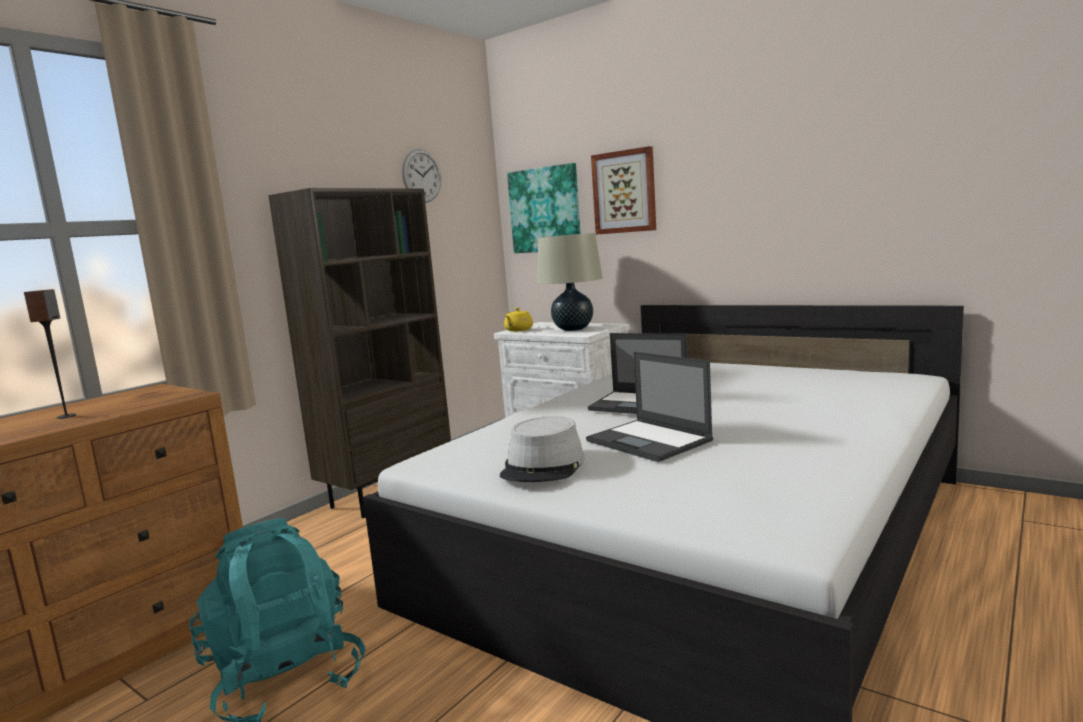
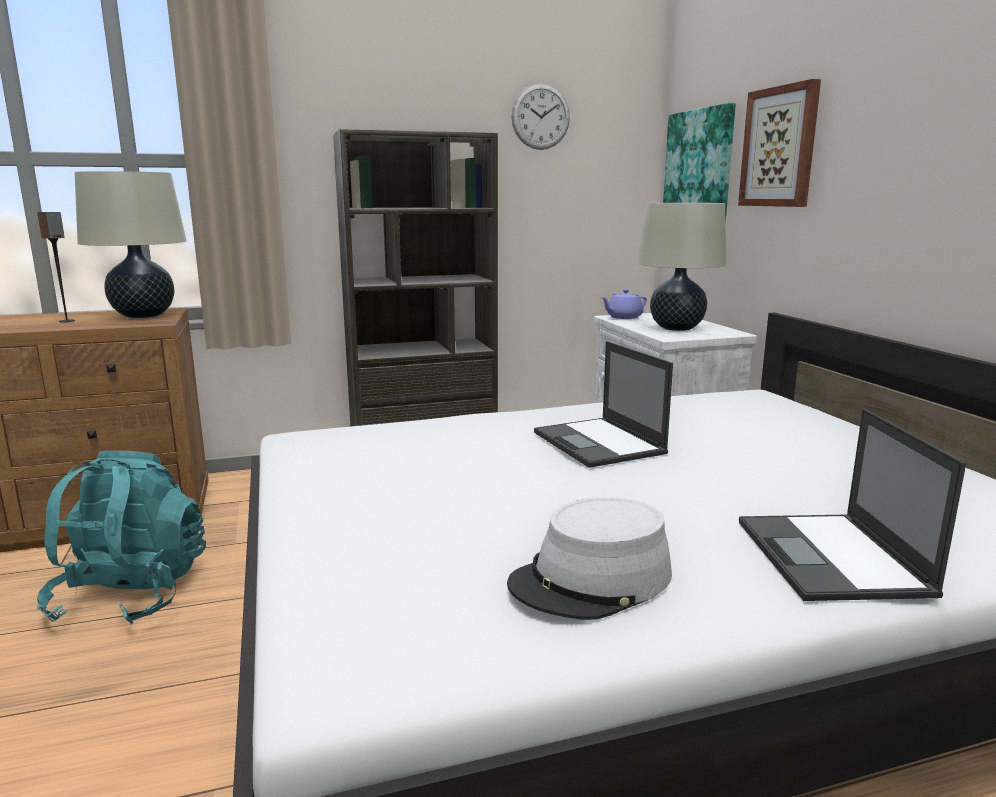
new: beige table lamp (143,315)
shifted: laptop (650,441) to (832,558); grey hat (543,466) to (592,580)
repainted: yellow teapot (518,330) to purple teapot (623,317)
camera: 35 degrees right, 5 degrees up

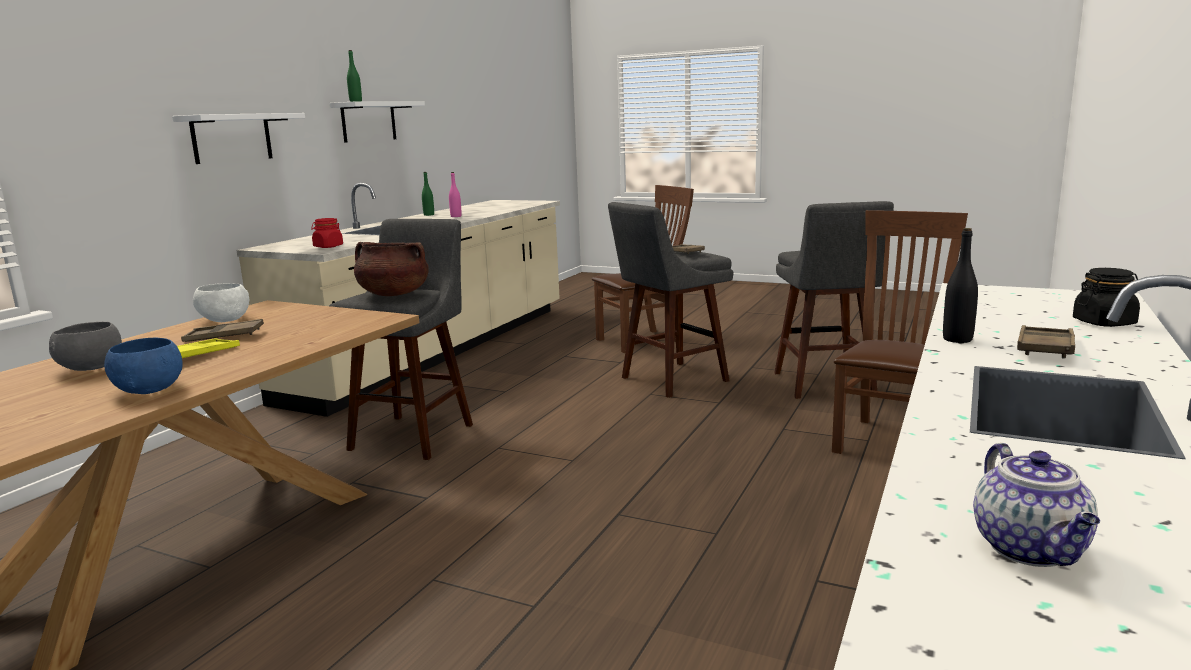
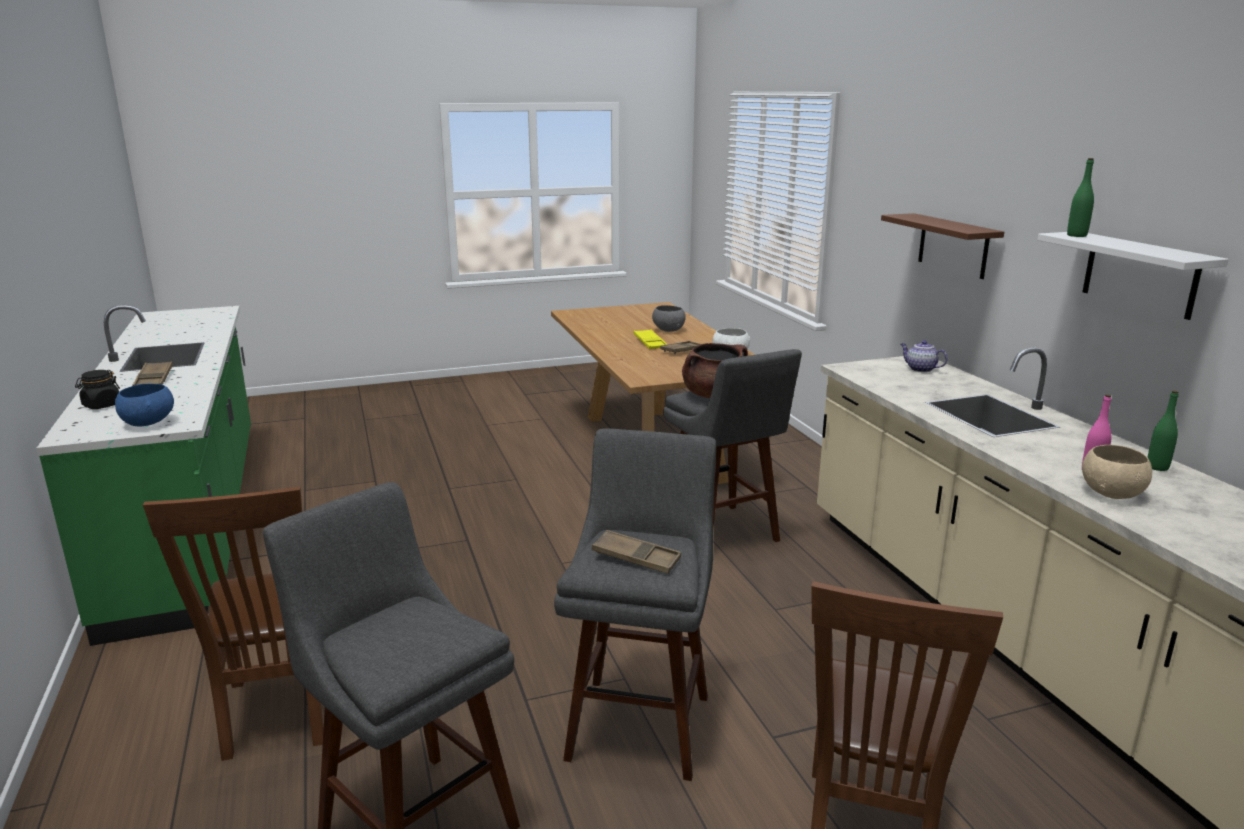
gone: red jar (328,246); black bottle (957,339)
new: beige bowl (1111,493)
shifted: blue bowl (149,390) to (149,423); teapot (1032,550) to (920,369)
repainted: white shelf (232,138) to brown shelf (953,246)
camera: 135 degrees right, 5 degrees up

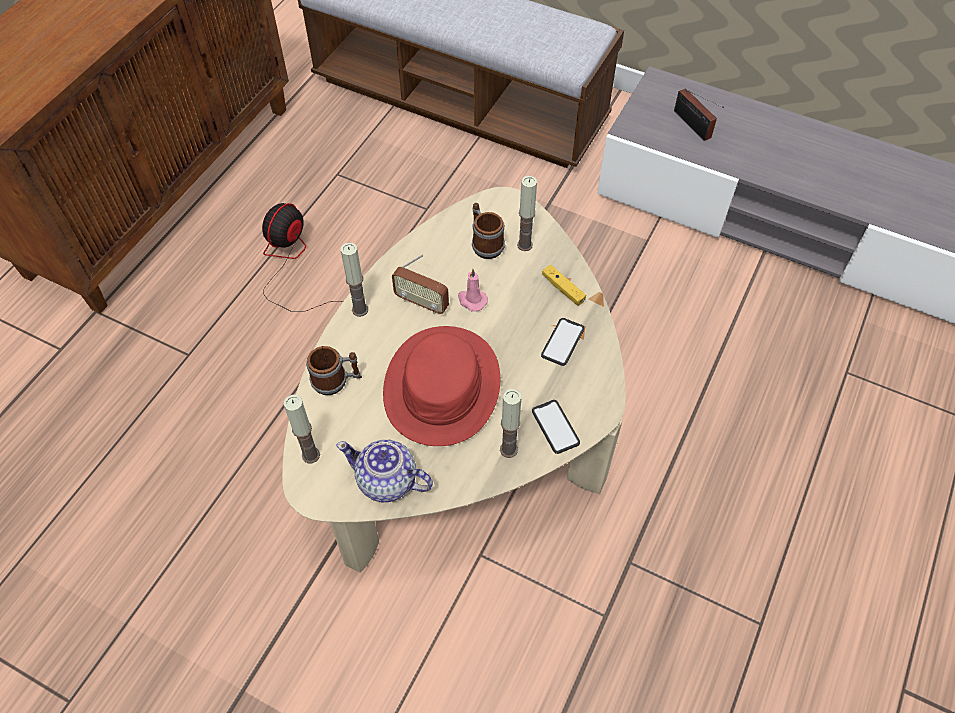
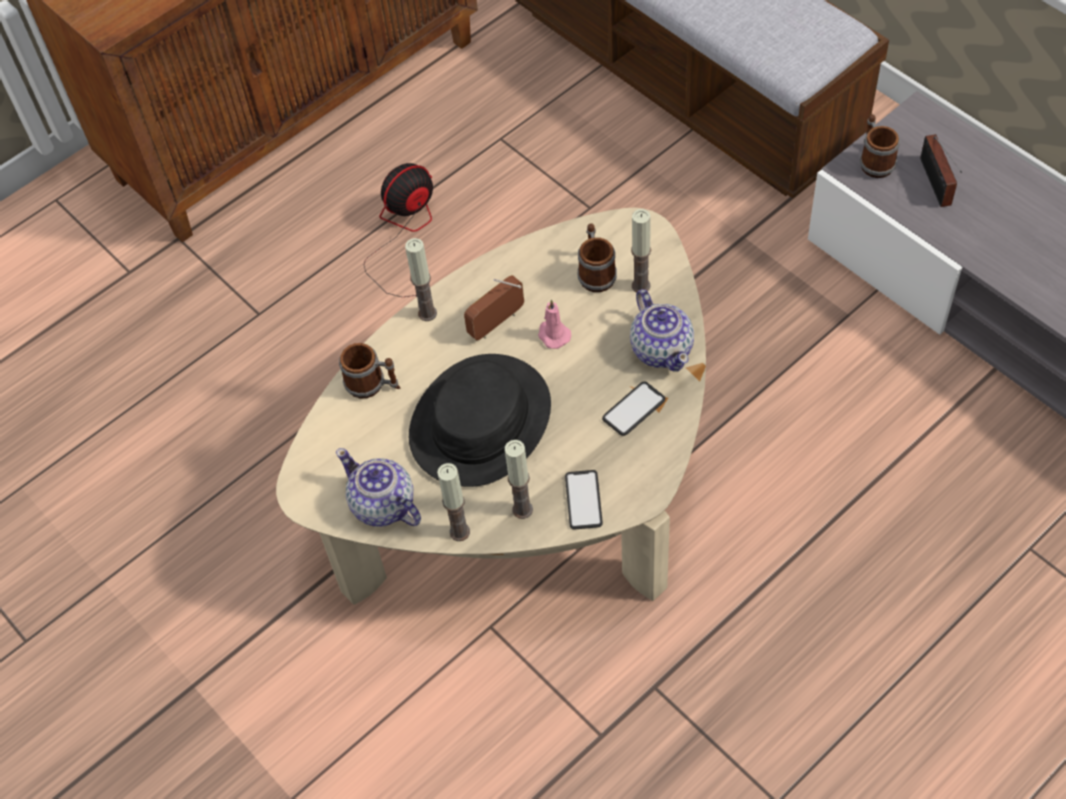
new: mug (874,161)
shifted: candle (310,455) to (459,532)
swapped: yellow game controller (563,289) to teapot (662,348)
repainted: red hat (442,386) to black hat (481,422)
rotated: radio (422,303) = (497,323) 90 degrees clockwise
camera: 25 degrees right, 0 degrees up

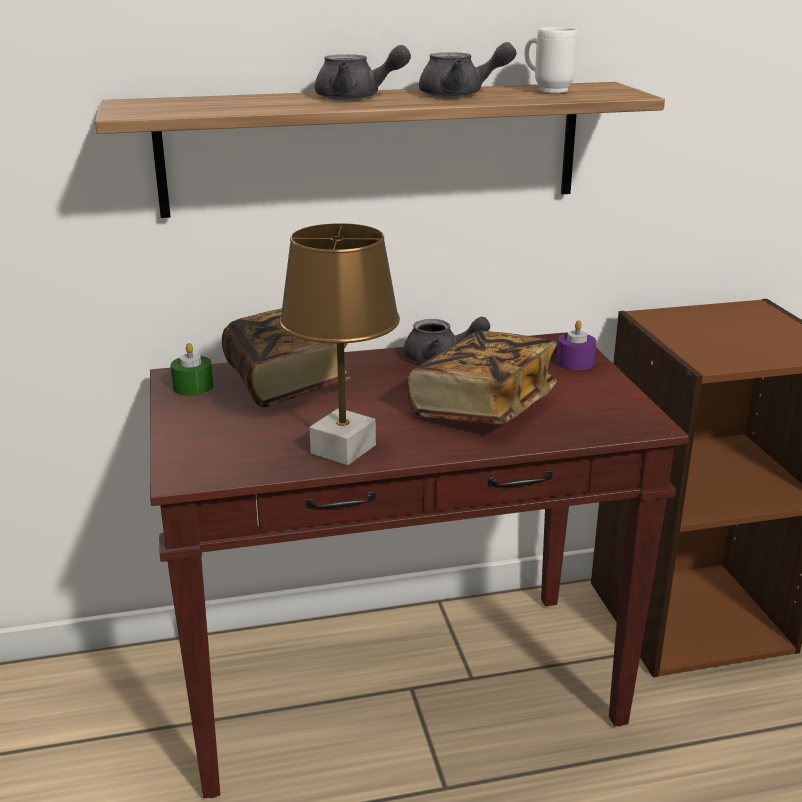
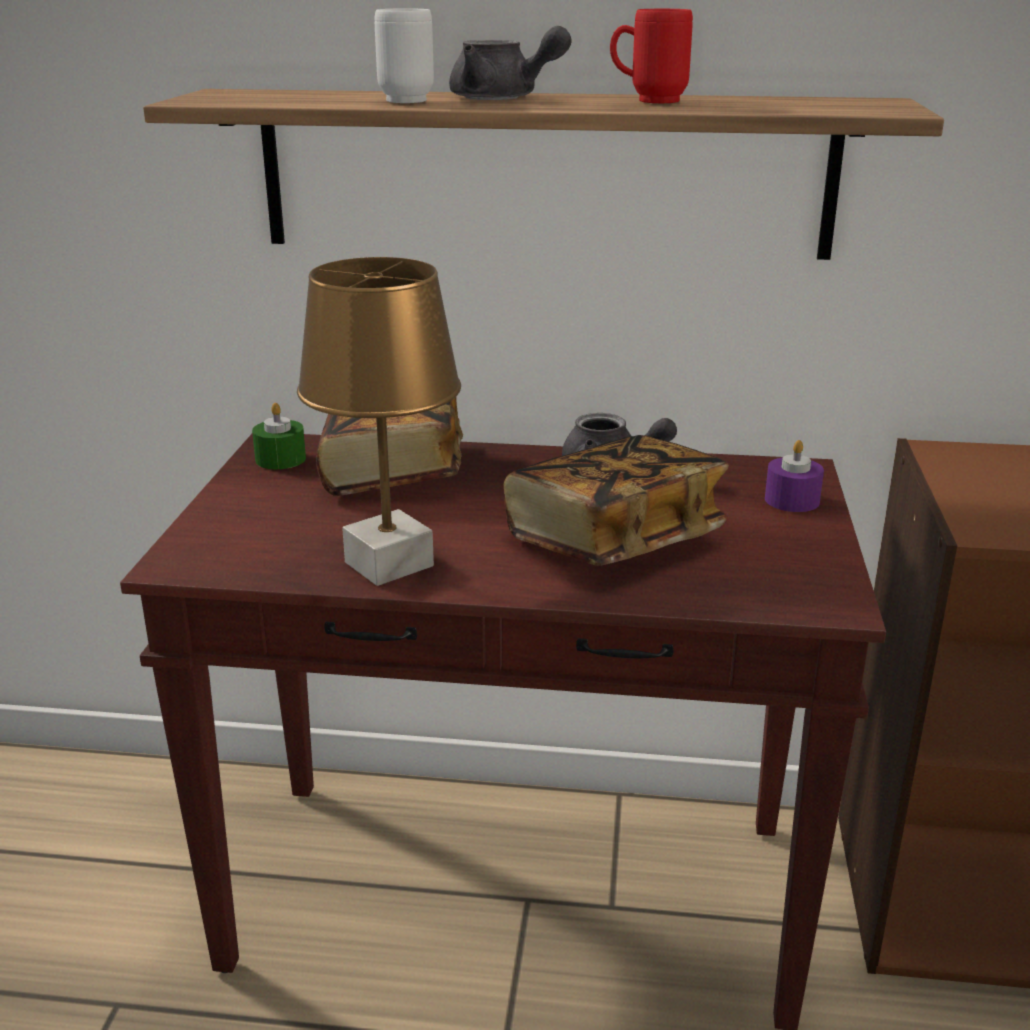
shifted: white mug (546,90) to (401,100)
swapped: grey teapot (460,95) to red mug (647,101)
camera: 20 degrees right, 0 degrees up

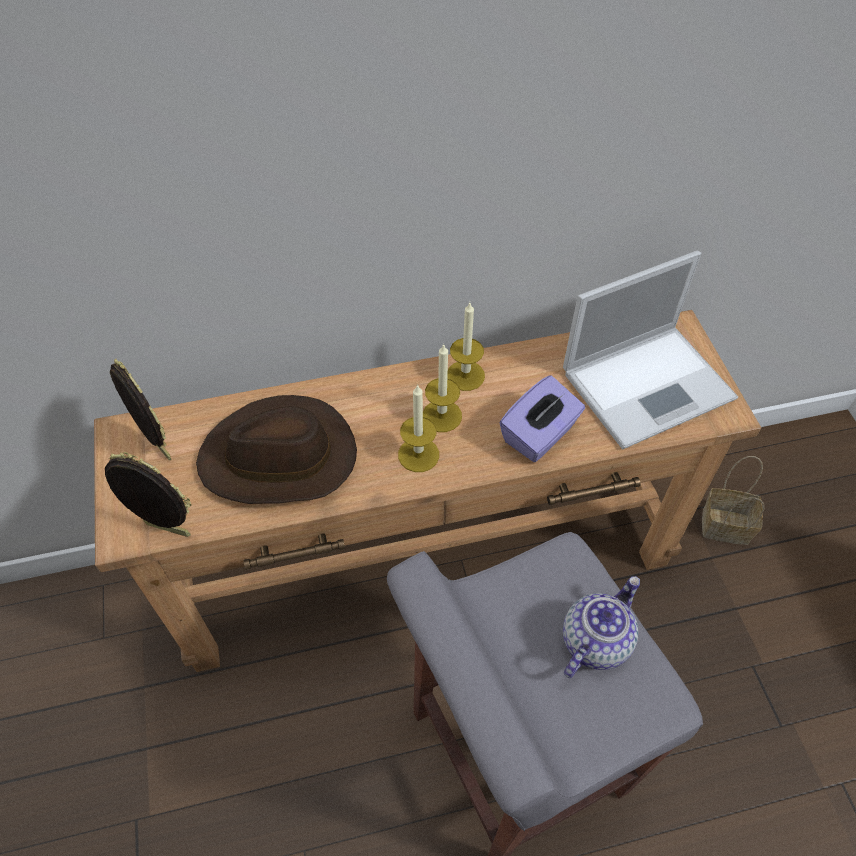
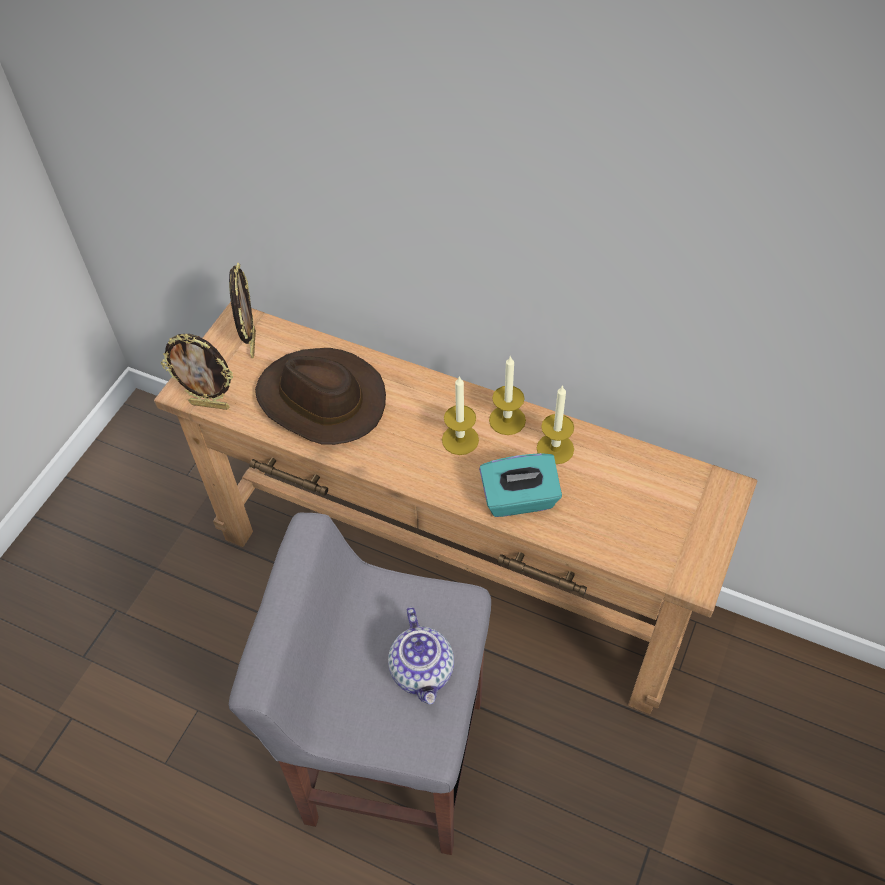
gone: laptop (650,384); basket (727,525)
shifted: candle (418,454) to (555,448)
repainted: purple tissue box (539,435) to turquoise tissue box (519,499)
rotated: picture frame (166,531) = (210,405) 135 degrees clockwise; teapot (594,640) = (423,671) 90 degrees clockwise
camera: 40 degrees right, 0 degrees up

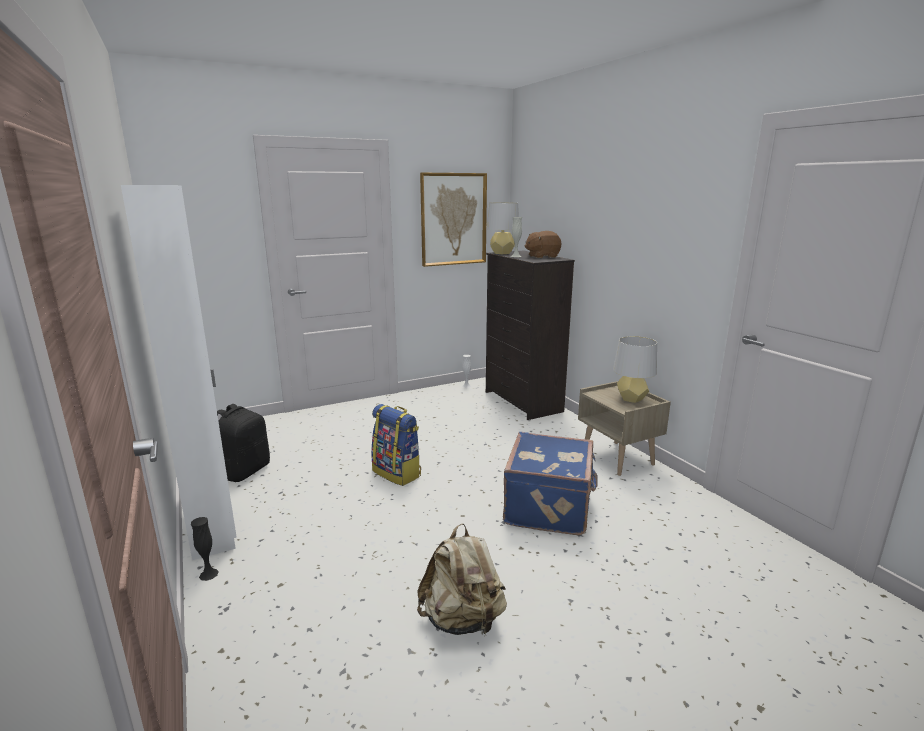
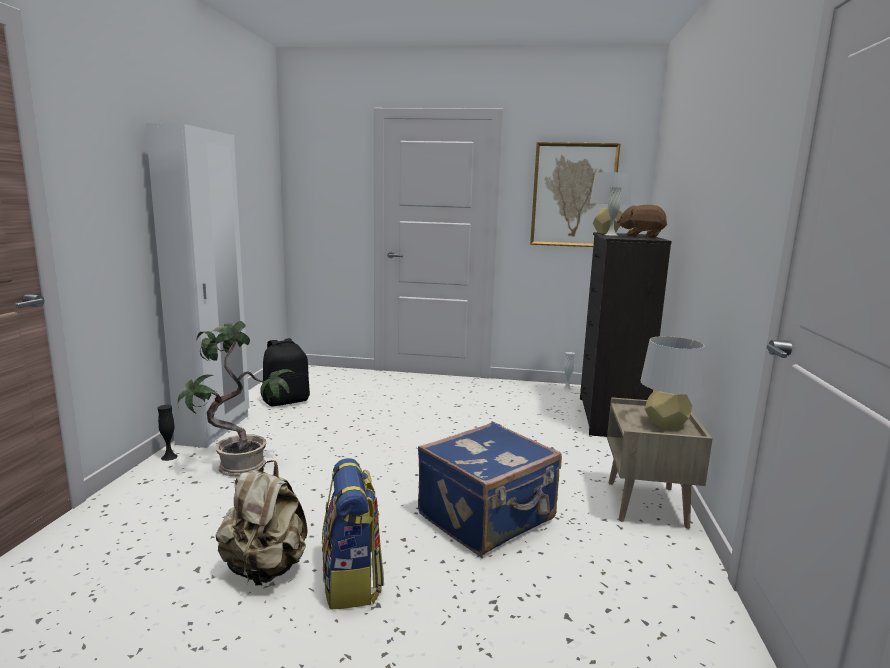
new: potted plant (241,467)
shifted: backpack (397,473) to (352,581)
camera: 35 degrees right, 5 degrees down

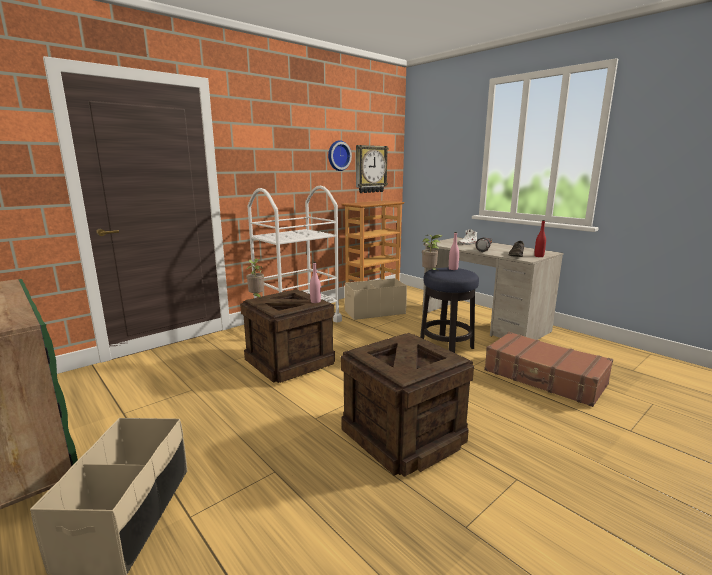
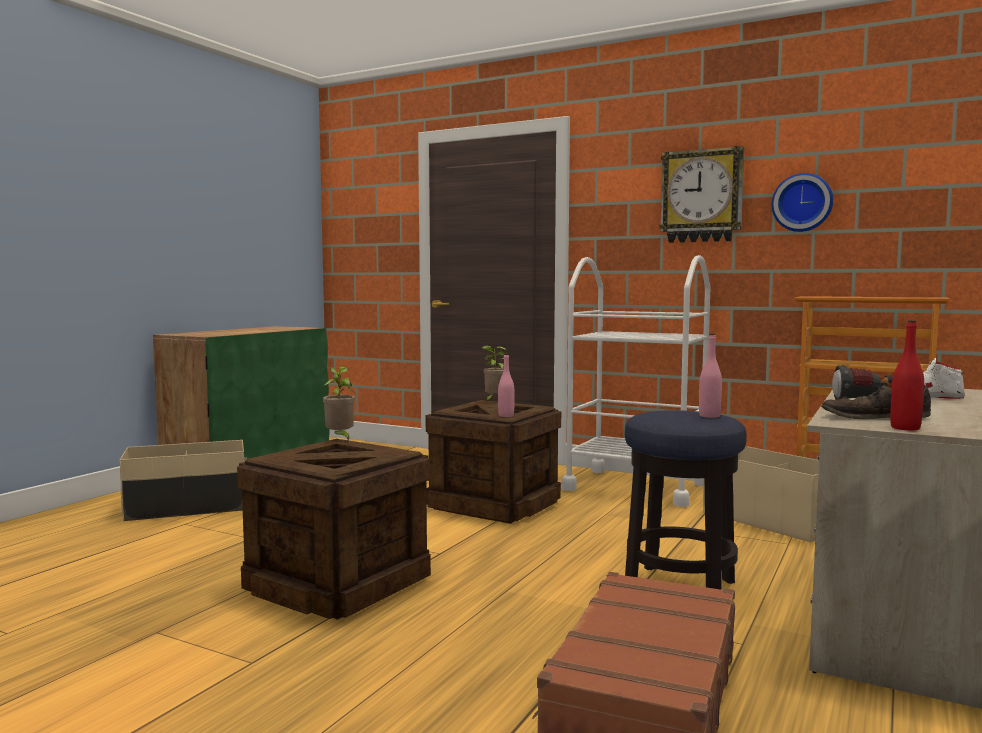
shifted: wall clock (370,169) to (702,196); potted plant (430,272) to (340,438)
camera: 70 degrees right, 10 degrees down

